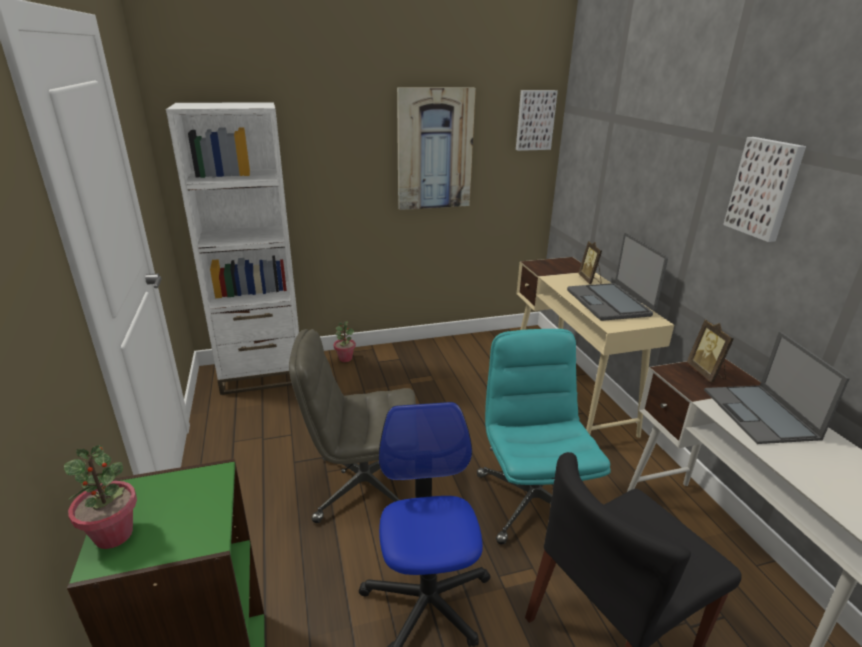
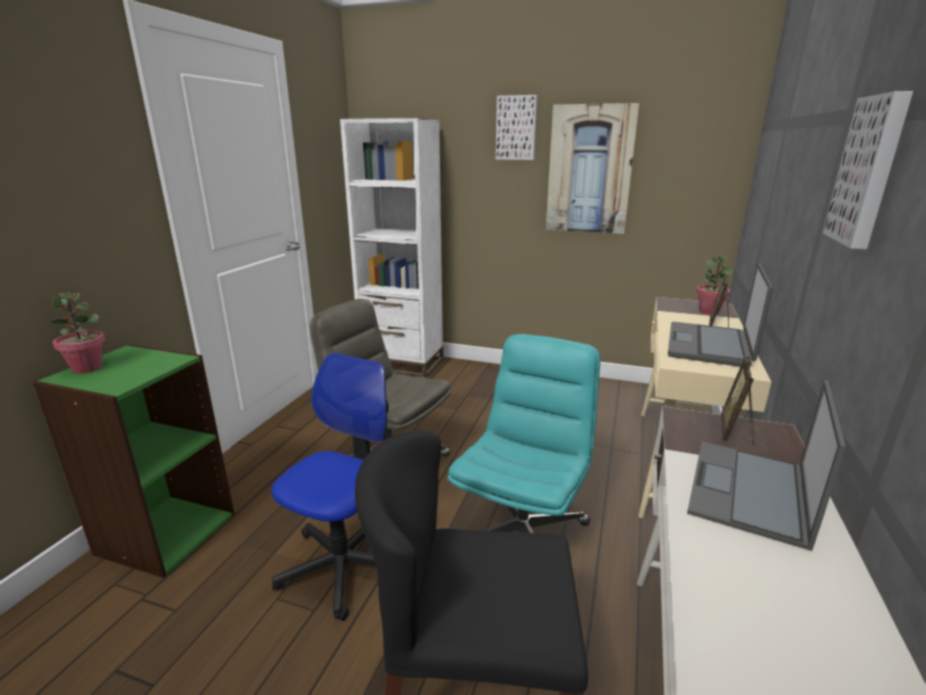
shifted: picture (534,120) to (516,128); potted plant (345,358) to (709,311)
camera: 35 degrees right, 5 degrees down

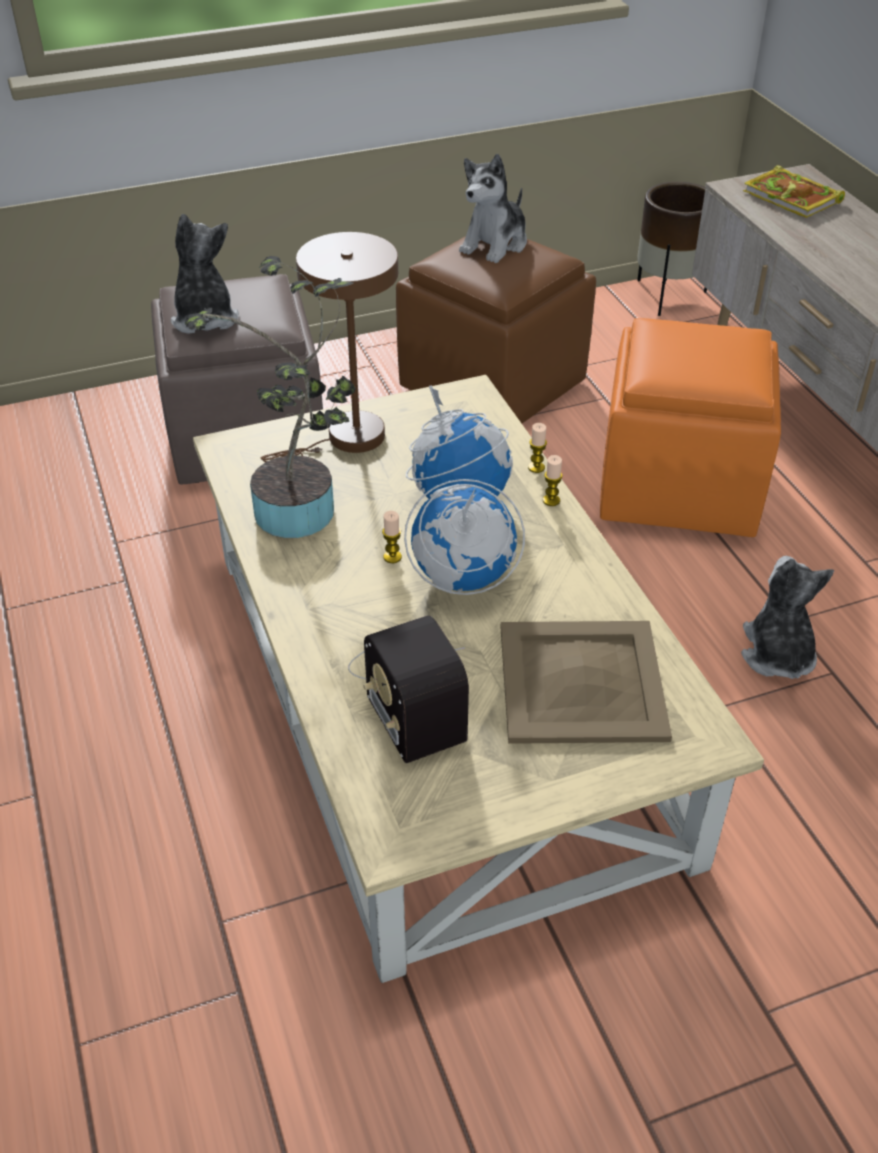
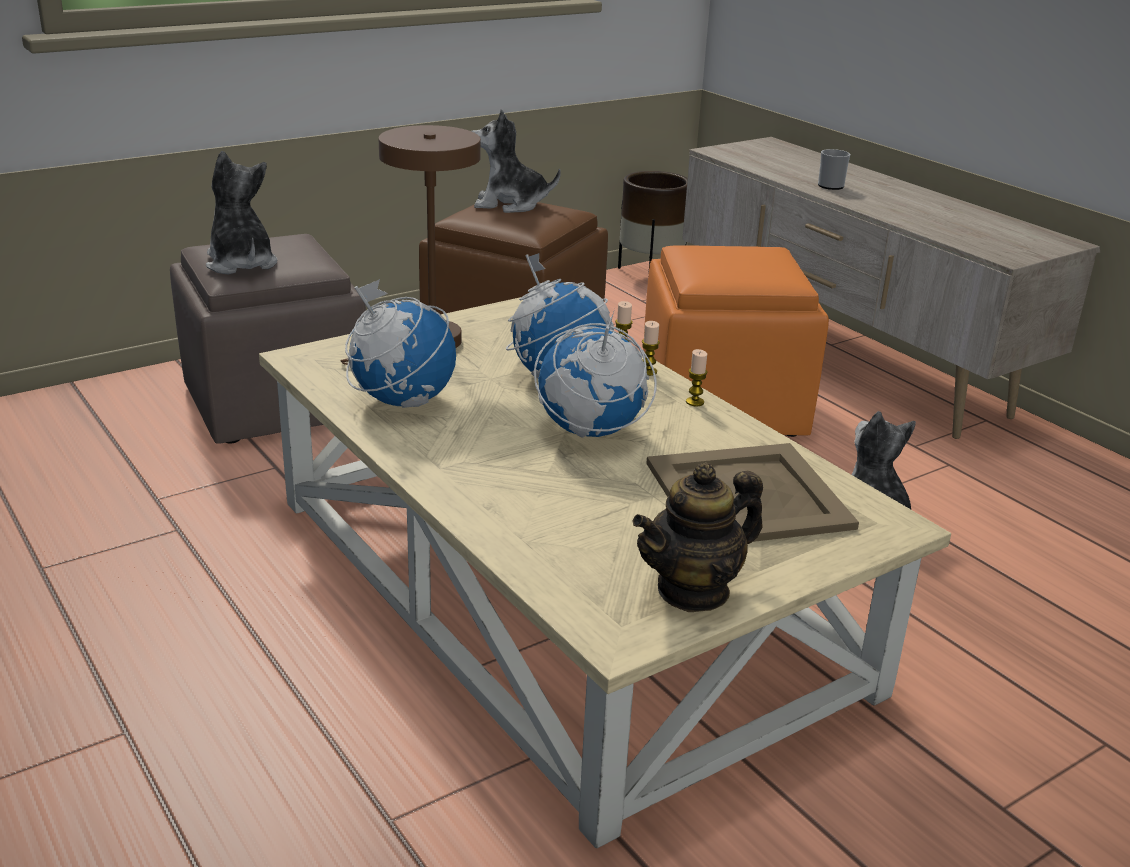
gone: book (794,198); radio (409,691)
new: mug (828,185); teapot (693,590)
shifted: candle (392,557) to (695,402)
swapped: potted plant (301,516) to globe (401,401)
rotated: plush toy (495,244) = (510,204) 75 degrees clockwise
camera: 15 degrees left, 15 degrees down

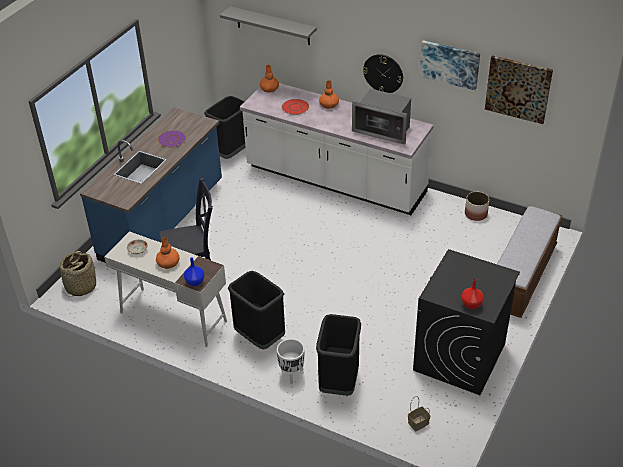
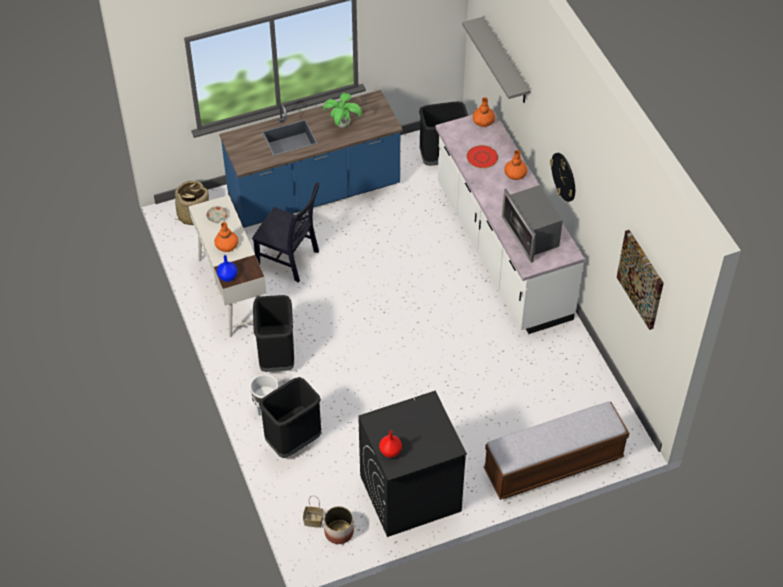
gone: picture (449,64)
shifted: planter (476,214) to (339,532)
swapped: purple plate (171,139) to potted plant (342,124)
camera: 40 degrees right, 10 degrees up

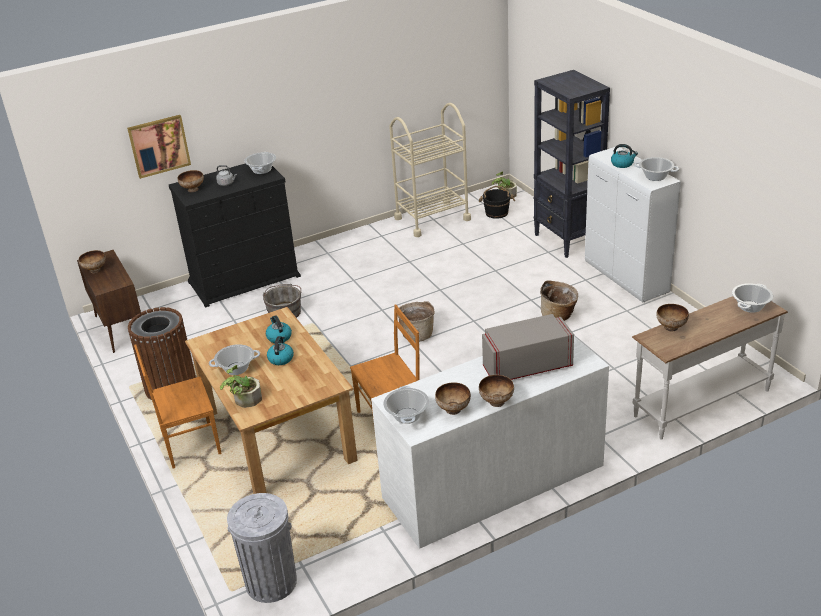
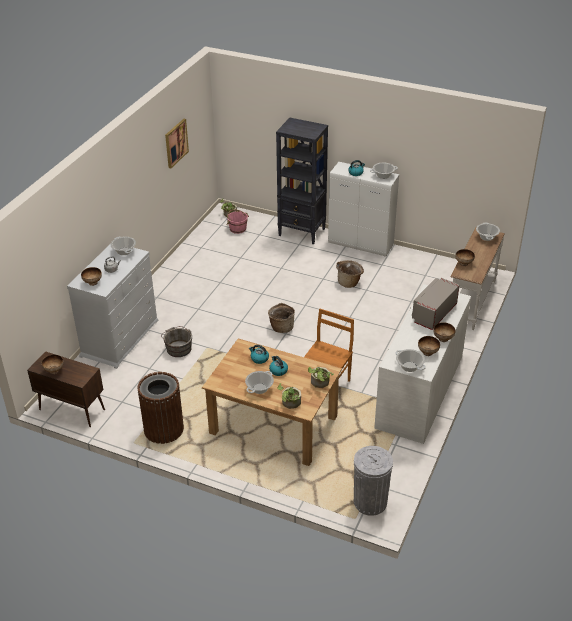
gone: beige cart (432,219); brown chair (189,445)
new: potted plant (320,383)
shifted: picture (159,146) to (176,143)
repainted: black dresser (244,279) to white dresser (120,338); black bucket (496,212) to pink bucket (237,228)
camera: 40 degrees left, 5 degrees up

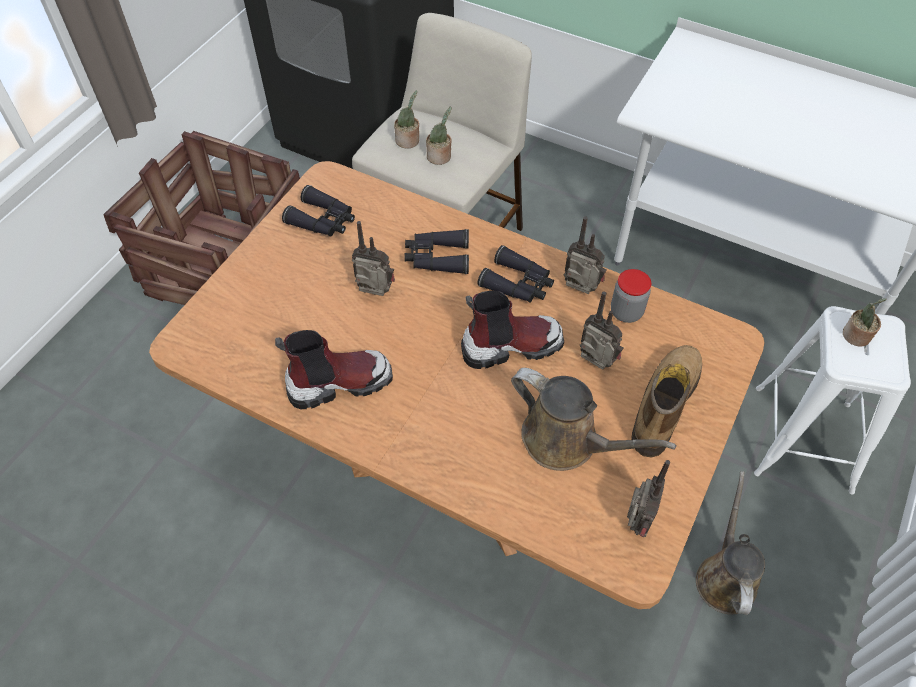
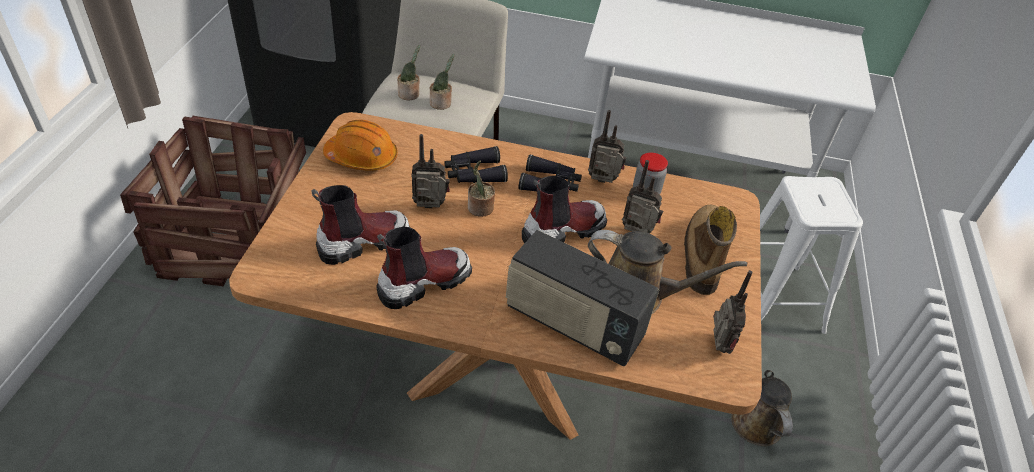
new: boot (363,242); radio (573,324)
shifted: potted plant (856,336) to (480,209)
swapped: black binoculars (323,220) to orange hard hat (362,158)
camera: 20 degrees left, 10 degrees down

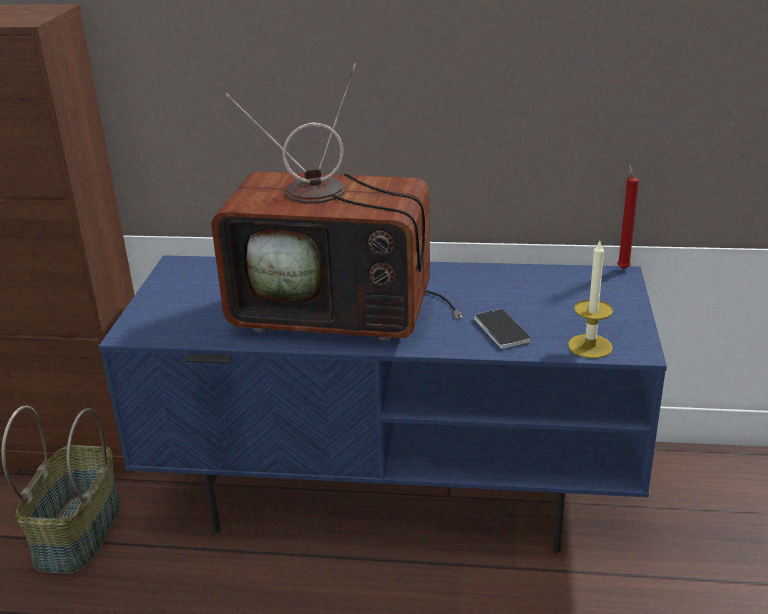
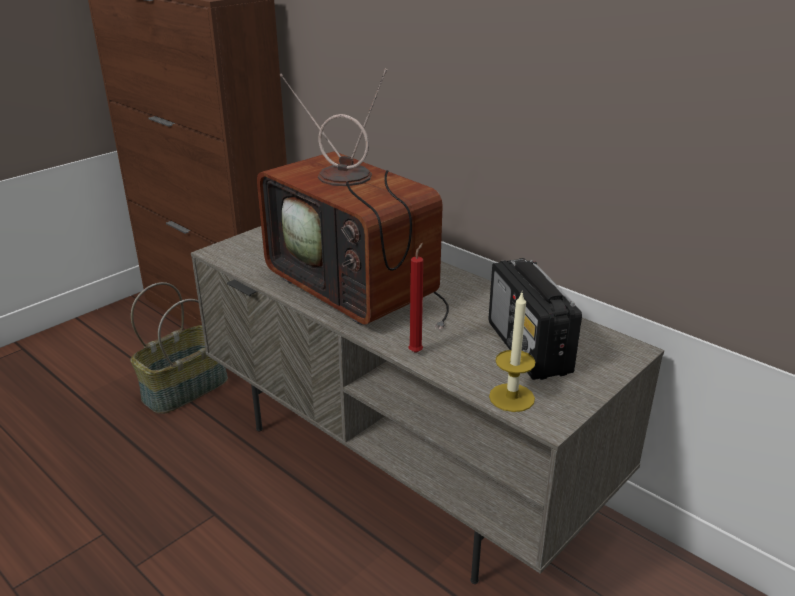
gone: phone (501,330)
new: radio (528,348)
shifted: red candle (622,268) to (416,351)
repainted: blue tv stand (394,488) to grey tv stand (403,462)
camera: 35 degrees right, 0 degrees up

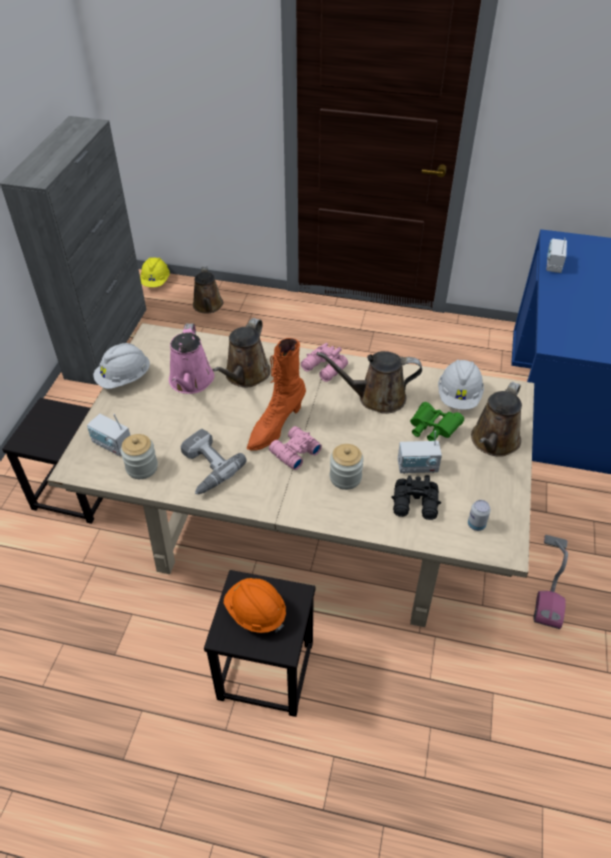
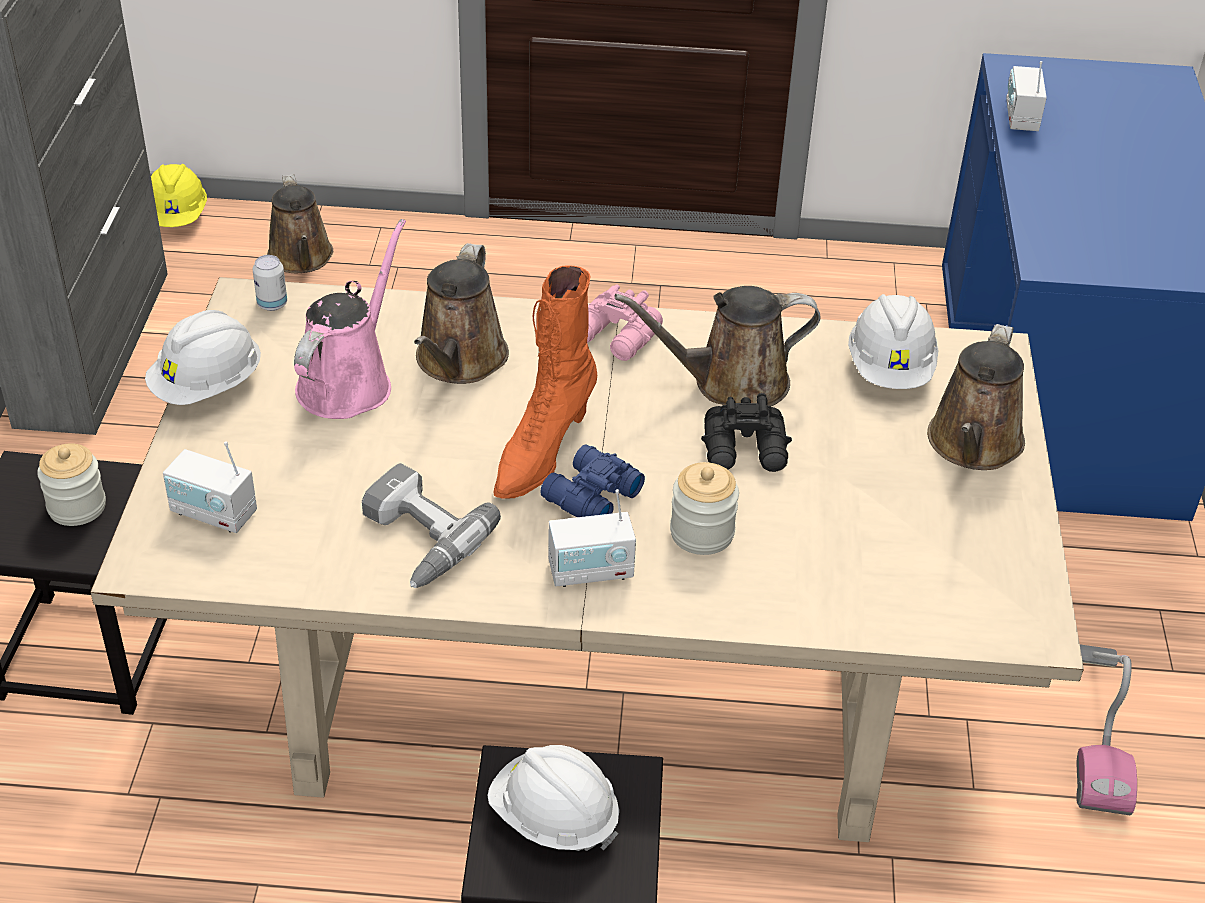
gone: green binoculars (432,429)
shifted: radio (417,467) to (591,571); jar (142,467) to (77,507); black binoculars (416,504) to (746,451); can (476,525) to (272,304)
repainted: pink binoculars (293,452) to blue binoculars (589,496); orange hard hat (255,612) to white hard hat (553,818)
rotated: pink watering can (190,382) = (349,382) 150 degrees counterclockwise
camera: 10 degrees left, 5 degrees down

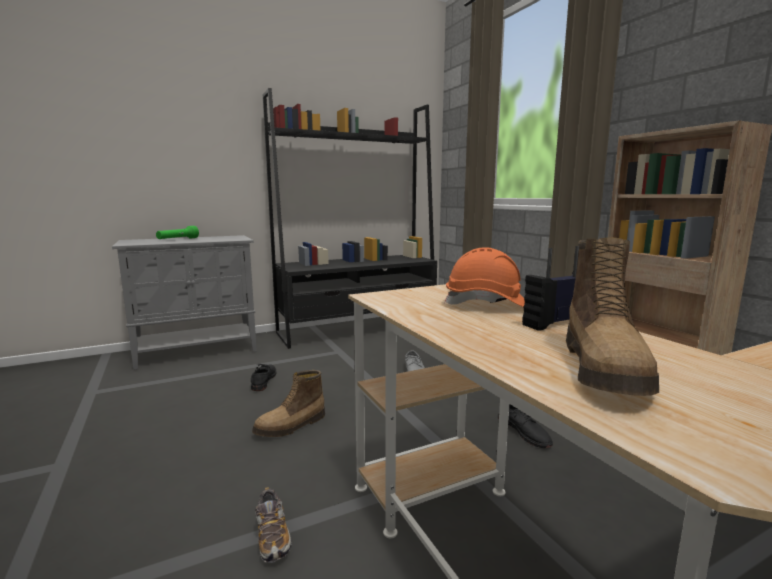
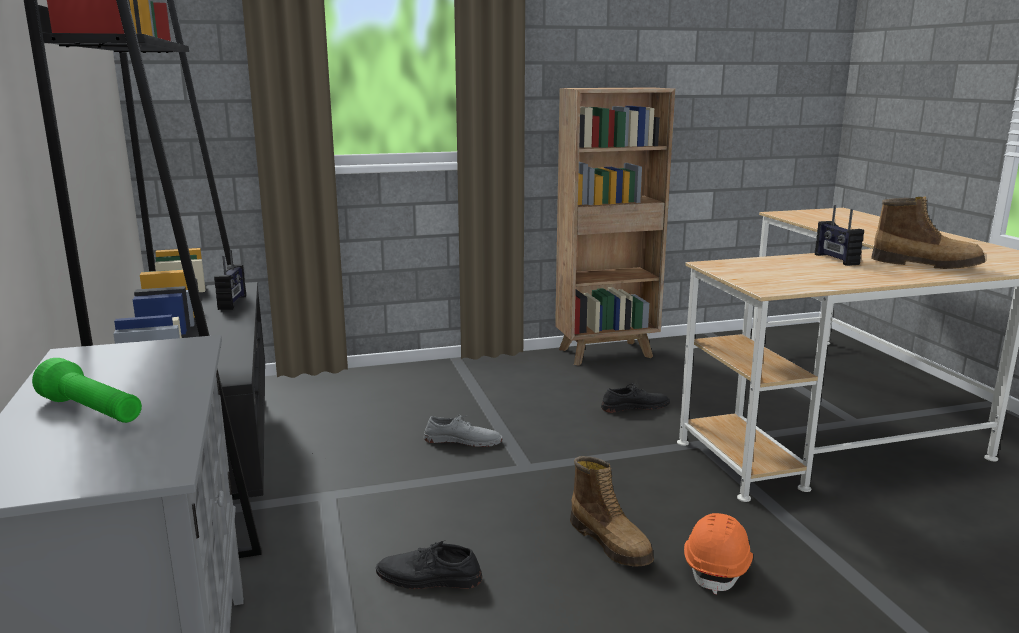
gone: shoe (272,537)
new: radio (233,302)
shifted: orange hard hat (487,305) to (717,567)
camera: 80 degrees left, 5 degrees up

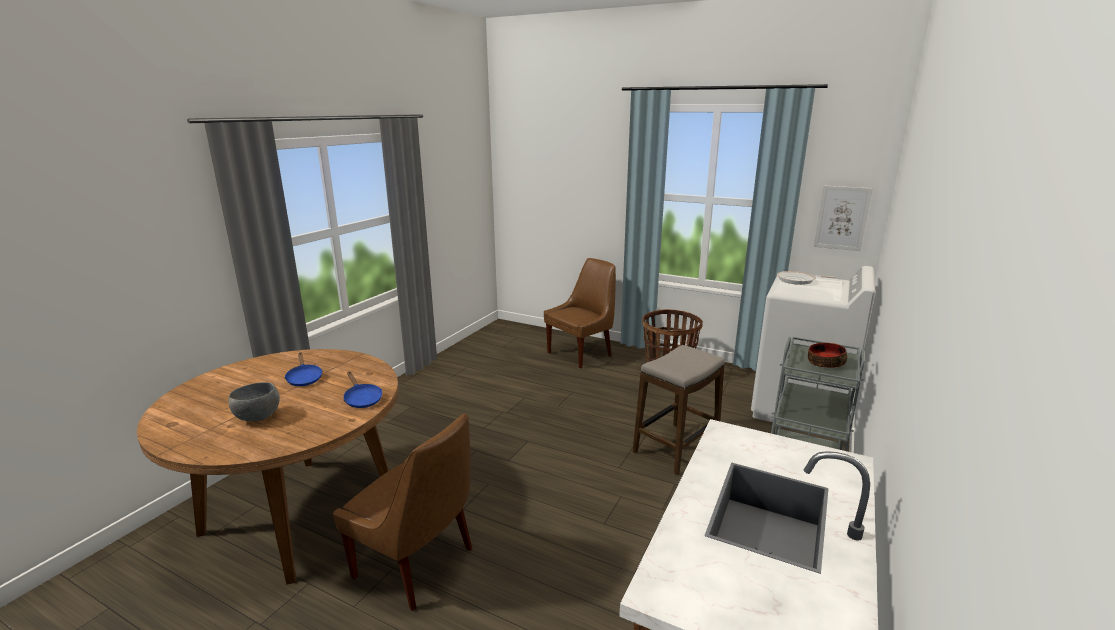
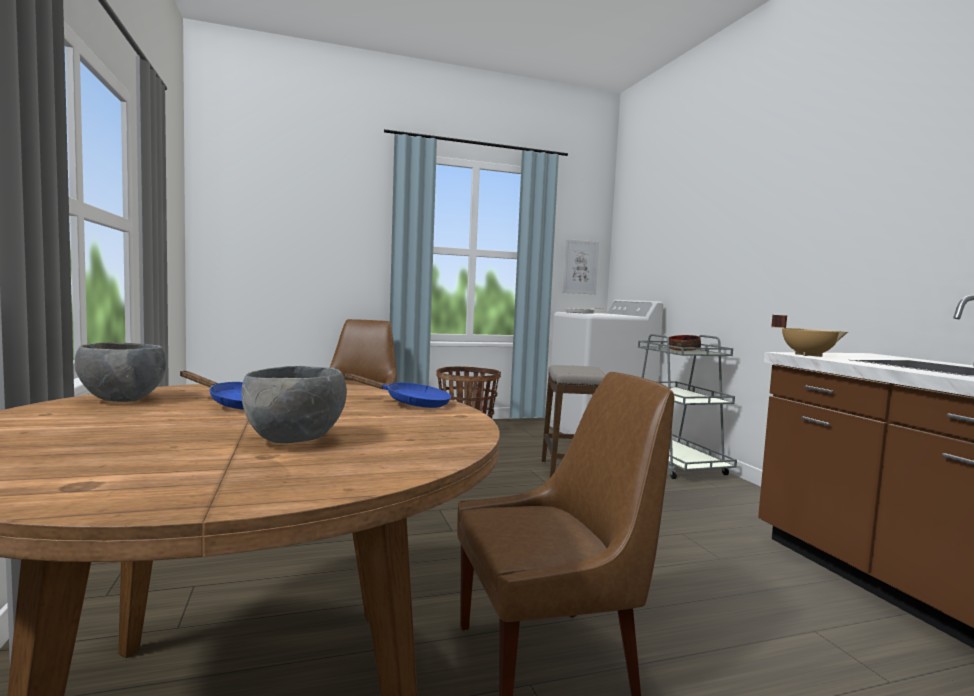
new: beige cooking pot (808,355); grey bowl (122,399)
camera: 45 degrees left, 15 degrees down

